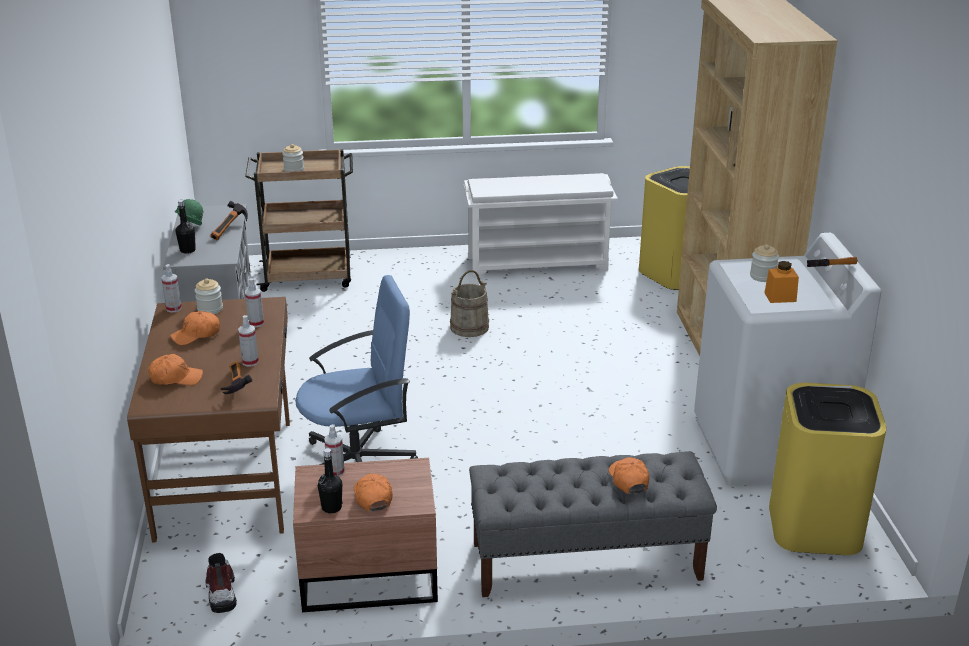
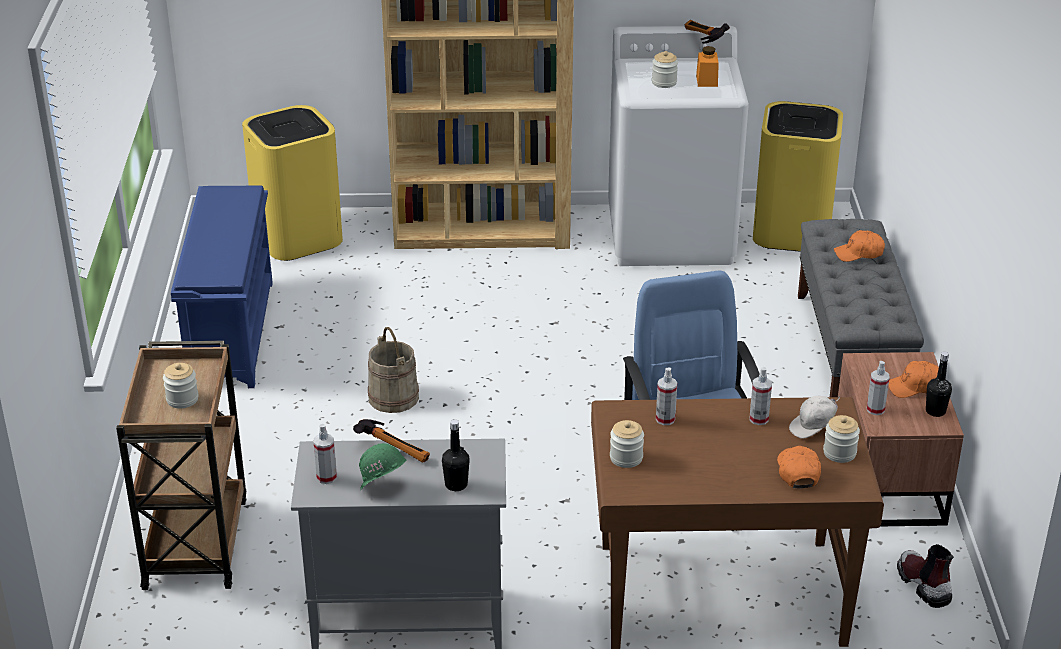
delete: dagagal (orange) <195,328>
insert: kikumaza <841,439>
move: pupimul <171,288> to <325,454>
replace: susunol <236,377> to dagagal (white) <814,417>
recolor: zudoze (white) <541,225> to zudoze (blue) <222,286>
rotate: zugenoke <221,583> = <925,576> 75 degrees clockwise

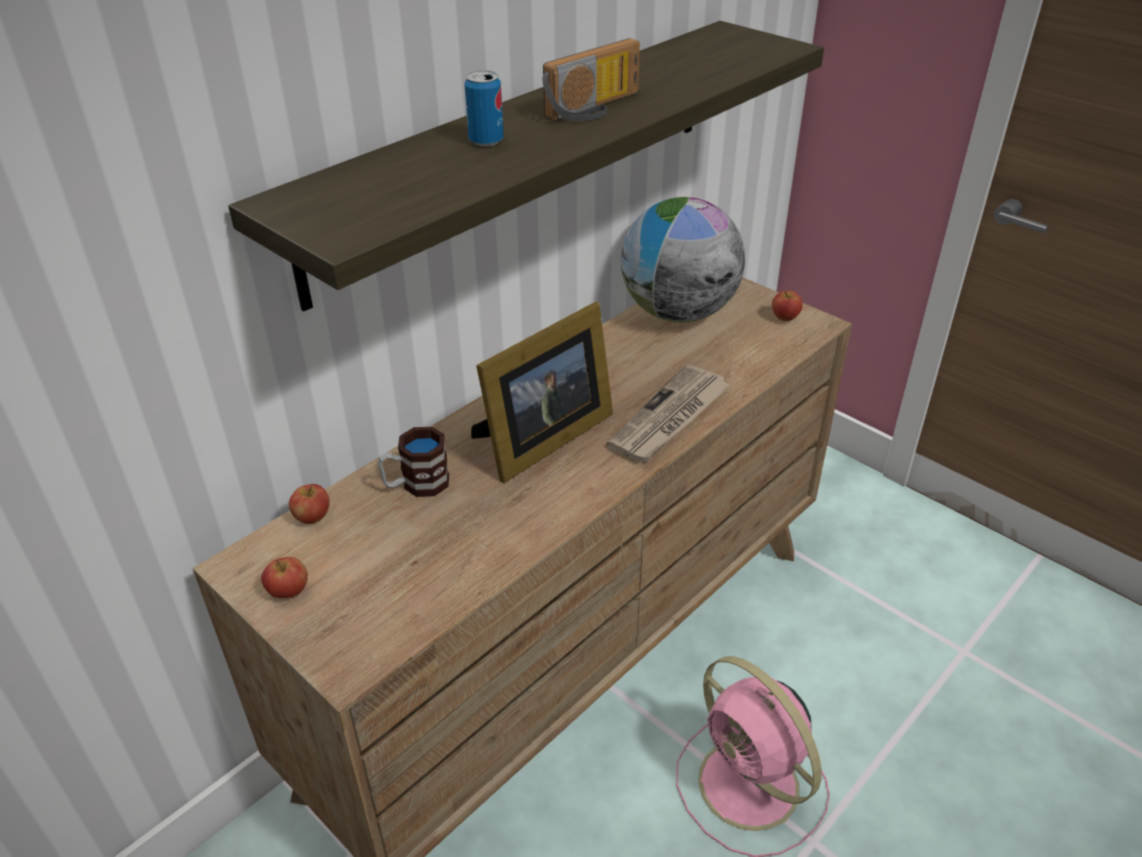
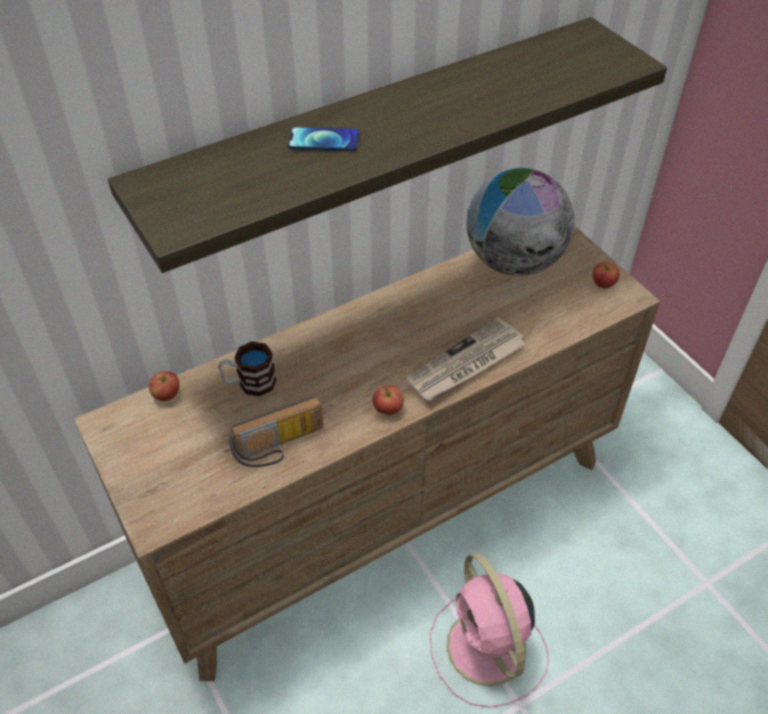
delete: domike <542,392>
move: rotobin <284,577> to <388,400>; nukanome <591,79> to <276,432>
replace: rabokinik <484,108> to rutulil <323,139>

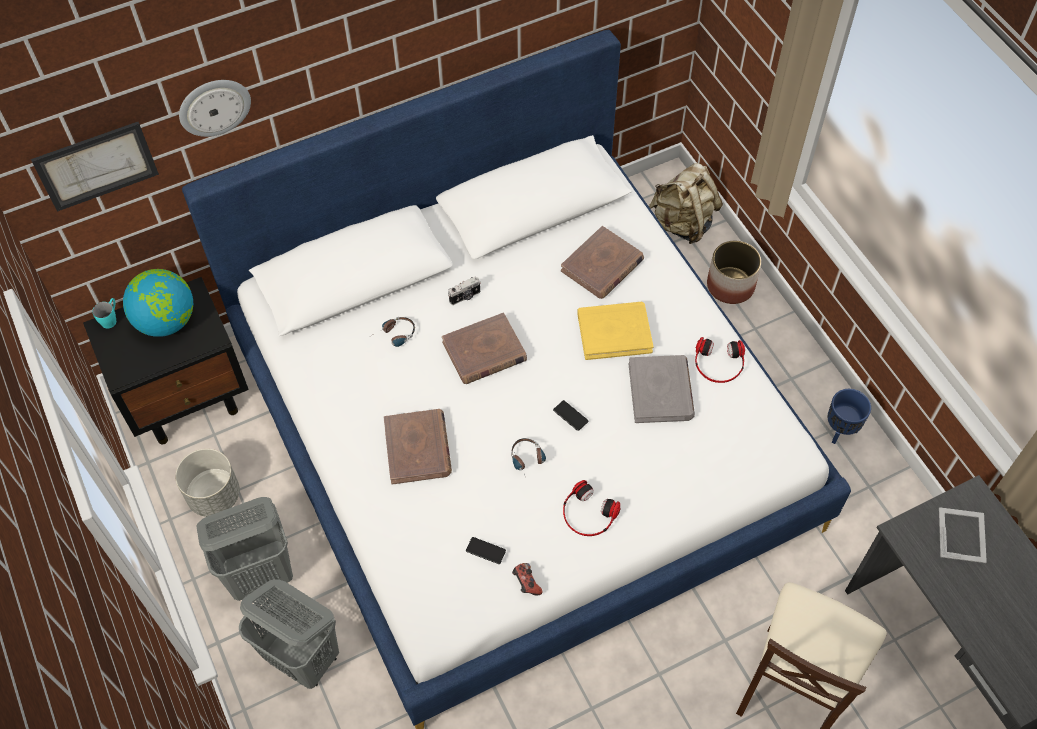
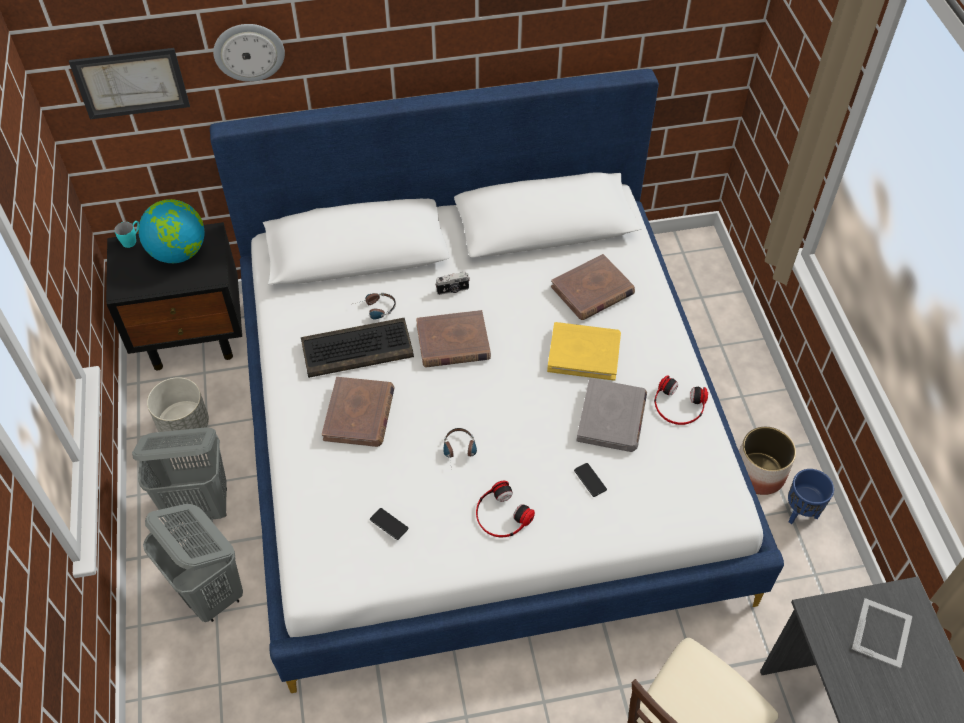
delete: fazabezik <527,579>; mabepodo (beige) <686,203>
insert: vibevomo <357,348>
move: rutulil <570,415> to <590,480>; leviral <734,272> to <767,460>

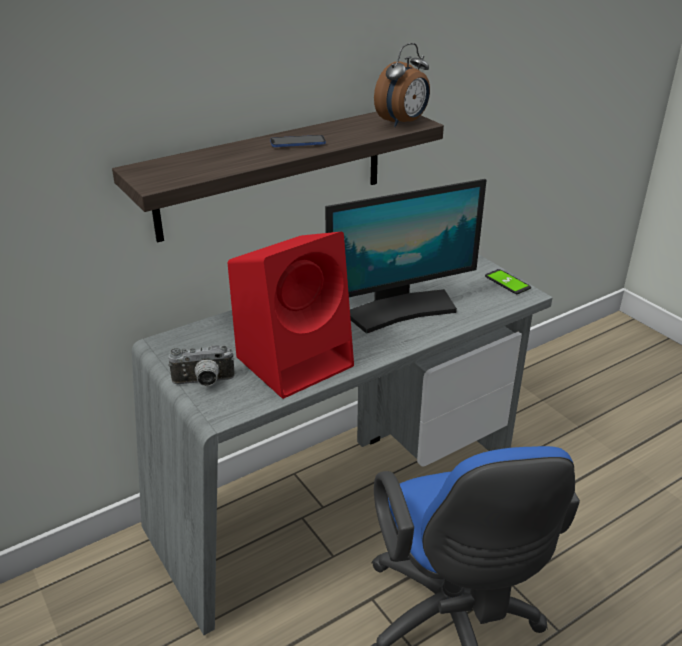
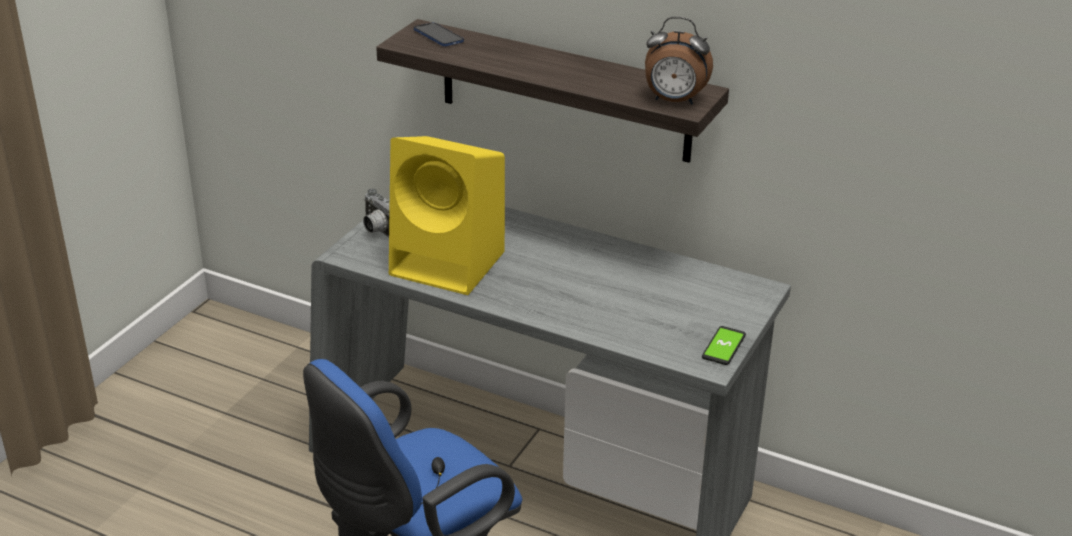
delete: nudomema <406,256>
move: rutulil <298,141> to <439,34>
recolor: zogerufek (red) <291,315> to zogerufek (yellow) <447,215>

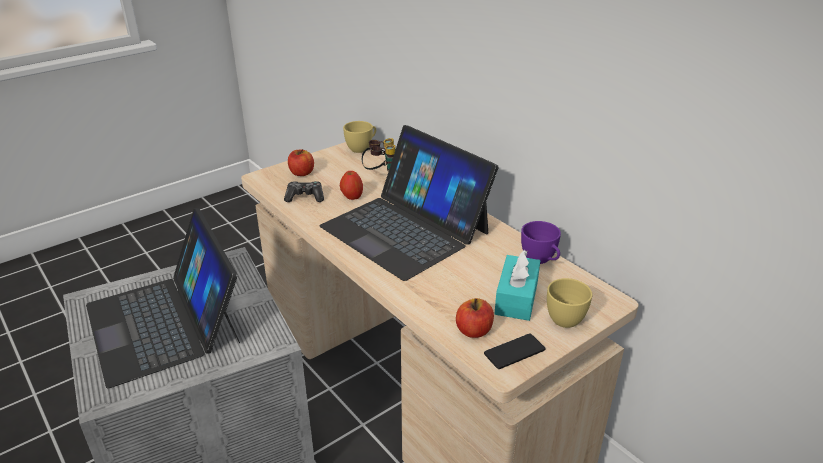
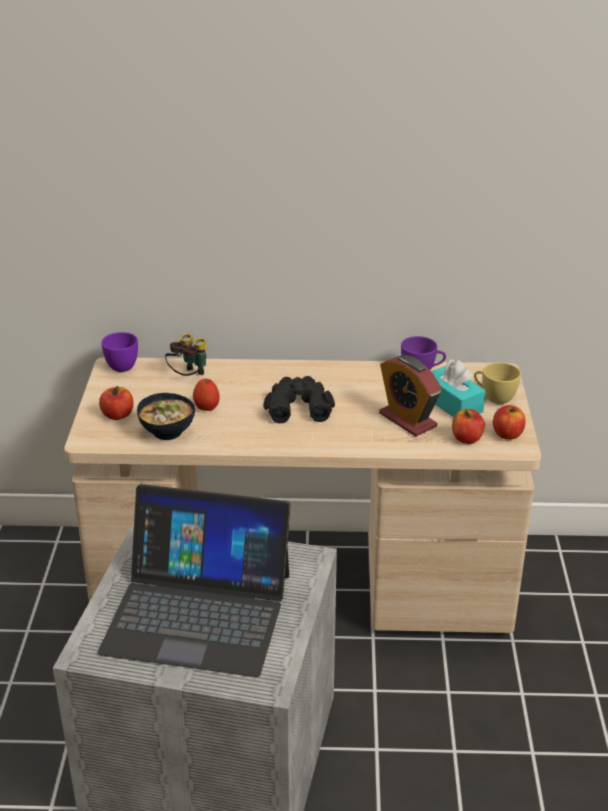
insert: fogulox <410,396>
replace: fazabezik <304,191> to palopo <166,416>; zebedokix <408,203> to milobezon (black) <299,399>; rutulil <514,351> to rotobin <509,422>
recolor: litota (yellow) <359,137> to litota (purple) <119,352>

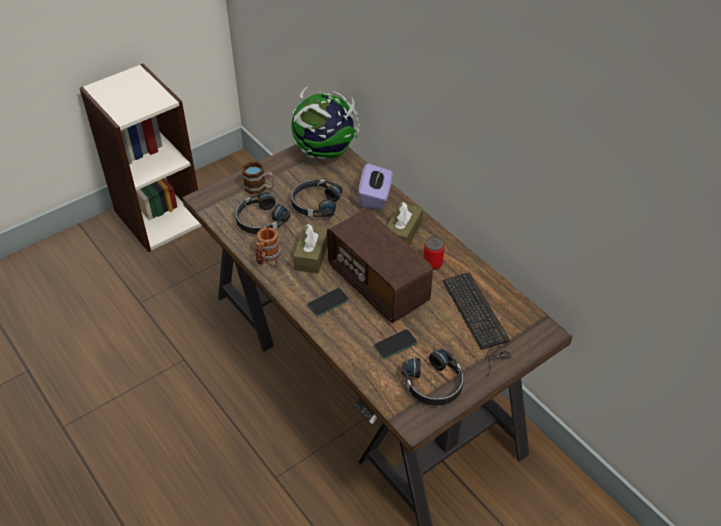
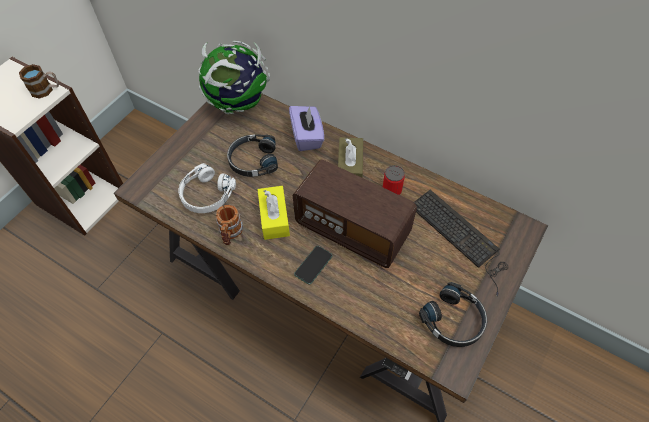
delete: rutulil <395,344>
move: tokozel <258,178> to <39,81>
recolor: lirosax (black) <262,213> to lirosax (white) <207,188>; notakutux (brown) <310,249> to notakutux (yellow) <274,213>

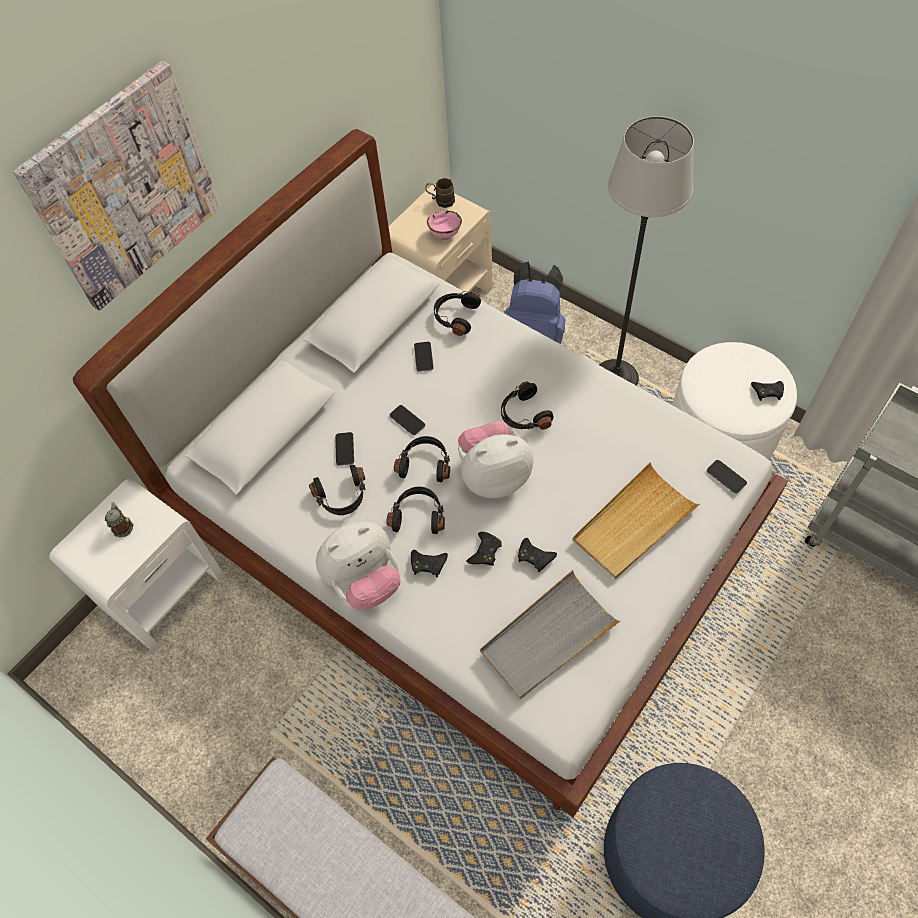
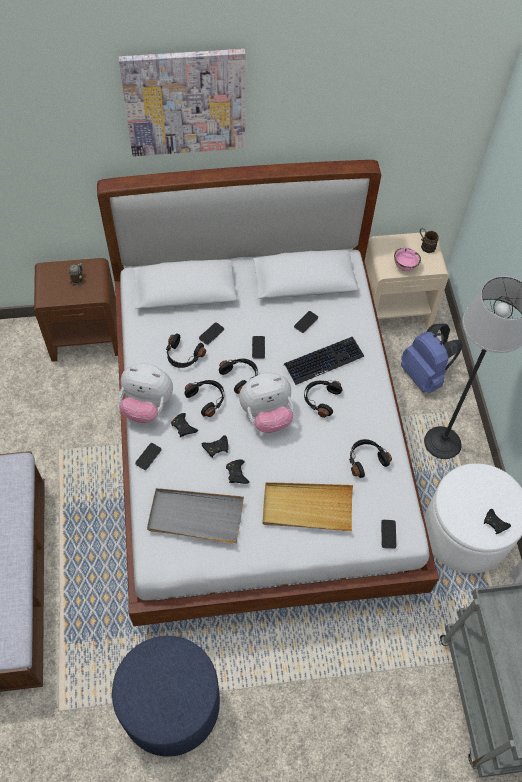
insert: rutulil <148,456>; vibevomo <324,361>
move: lirosax (black) <457,313> to <370,458>
recolor: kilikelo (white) <137,566> to kilikelo (brown) <76,310>
rotate: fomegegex <495,459> = <266,403> 135 degrees clockwise

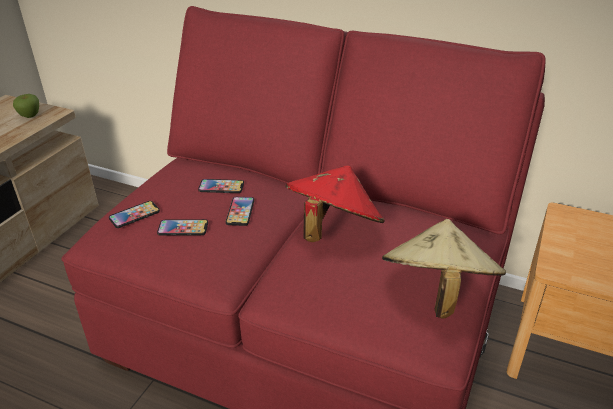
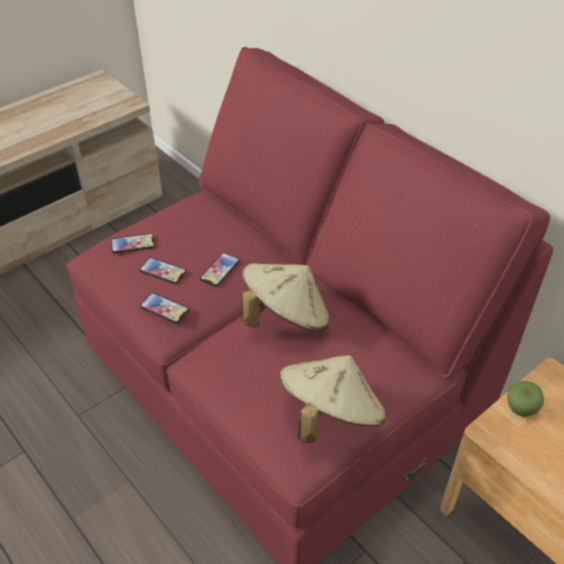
move: rotobin <26,106> to <525,399>; rutulil <221,186> to <164,308>
recolor: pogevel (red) <335,203> to pogevel (beige) <286,297>

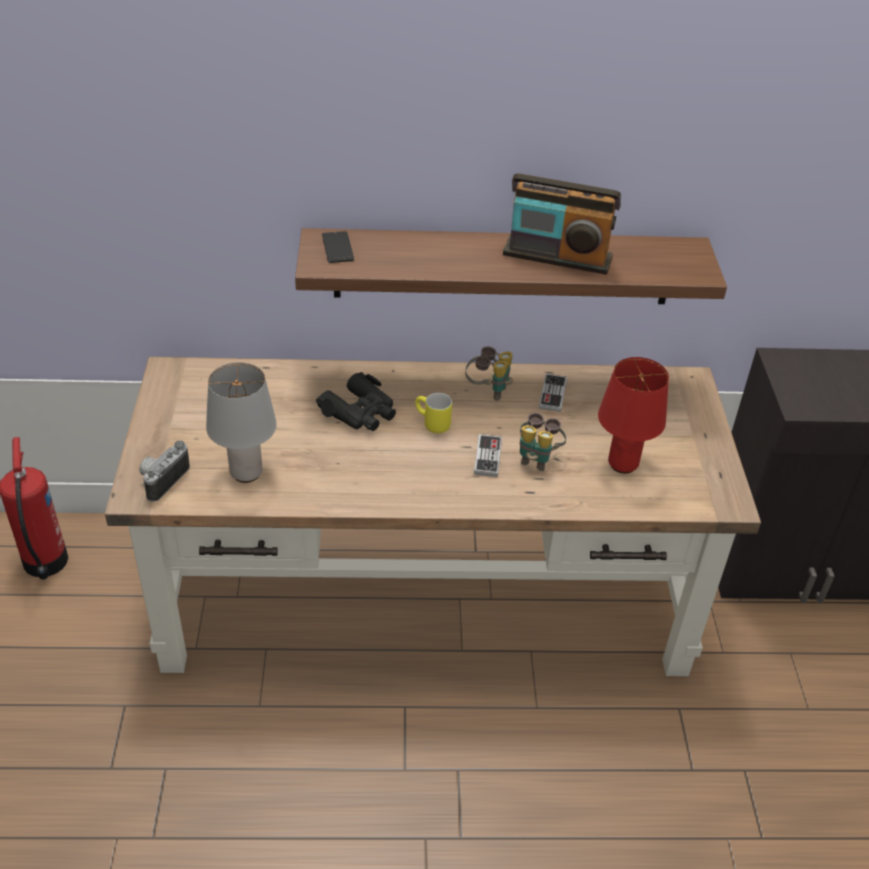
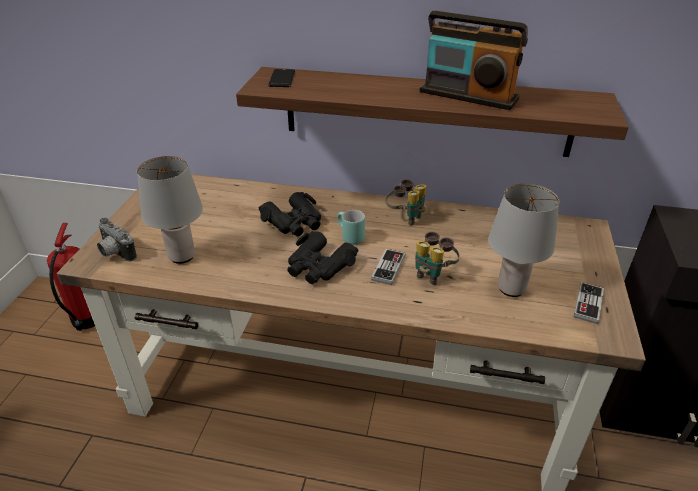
insert: milobezon (black) <322,257>
move: fazabezik <553,393> to <589,303>
recolor: tokozel (yellow) <433,413> to tokozel (turquoise) <351,227>; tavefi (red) <633,415> to tavefi (grey) <523,240>
rotate: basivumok <164,471> = <117,240> 90 degrees counterclockwise

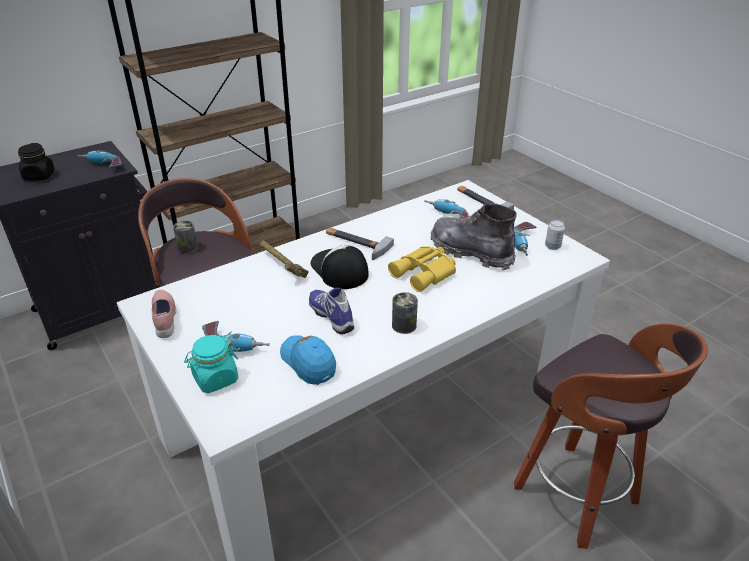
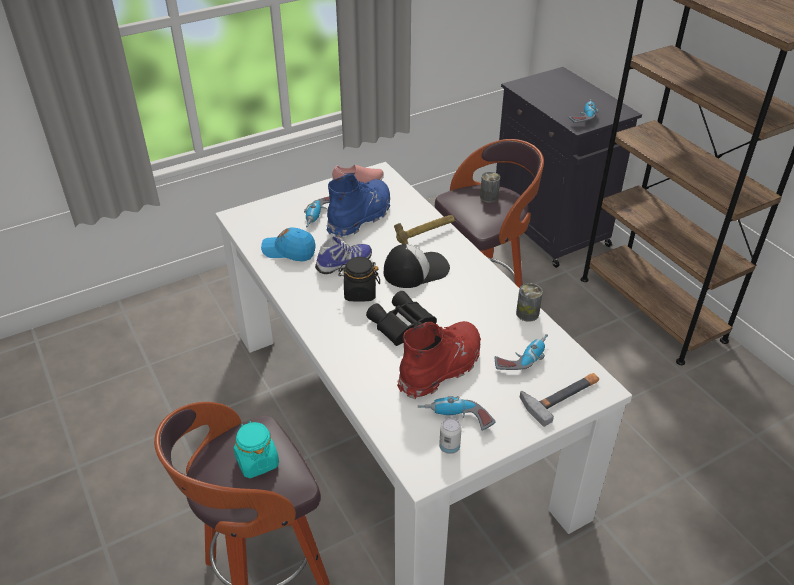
delete: susunol <360,244>
insert: zugenoke (blue) <358,206>
move: kikumaza (black) <36,162> to <359,279>; kikumaza (turquoise) <211,364> to <256,449>; rabokinik <405,313> to <529,302>
recolor: milobezon (yellow) <422,269> to milobezon (black) <401,318>; zugenoke (grey) <474,237> to zugenoke (red) <439,360>
rotate: dagagal (blue) <308,360> = <288,244> 135 degrees counterclockwise

